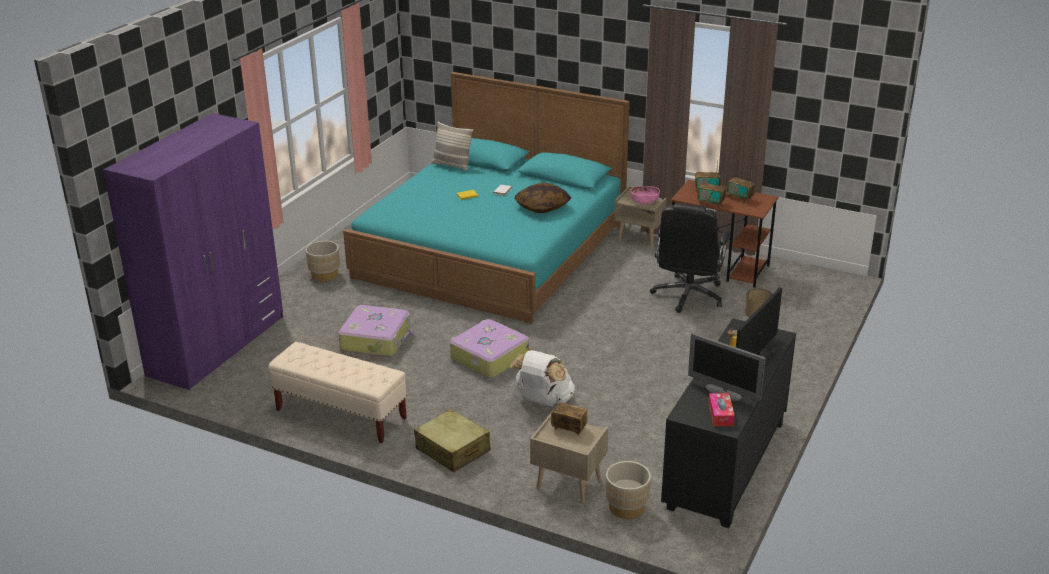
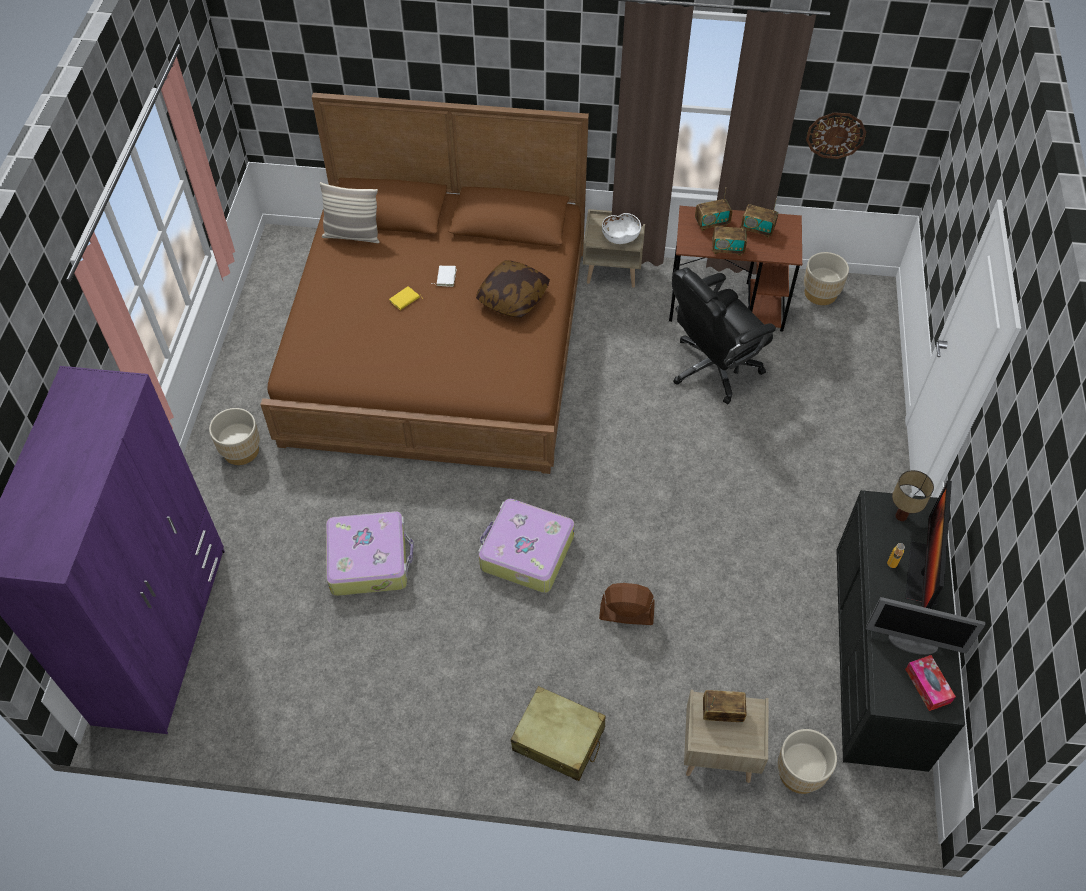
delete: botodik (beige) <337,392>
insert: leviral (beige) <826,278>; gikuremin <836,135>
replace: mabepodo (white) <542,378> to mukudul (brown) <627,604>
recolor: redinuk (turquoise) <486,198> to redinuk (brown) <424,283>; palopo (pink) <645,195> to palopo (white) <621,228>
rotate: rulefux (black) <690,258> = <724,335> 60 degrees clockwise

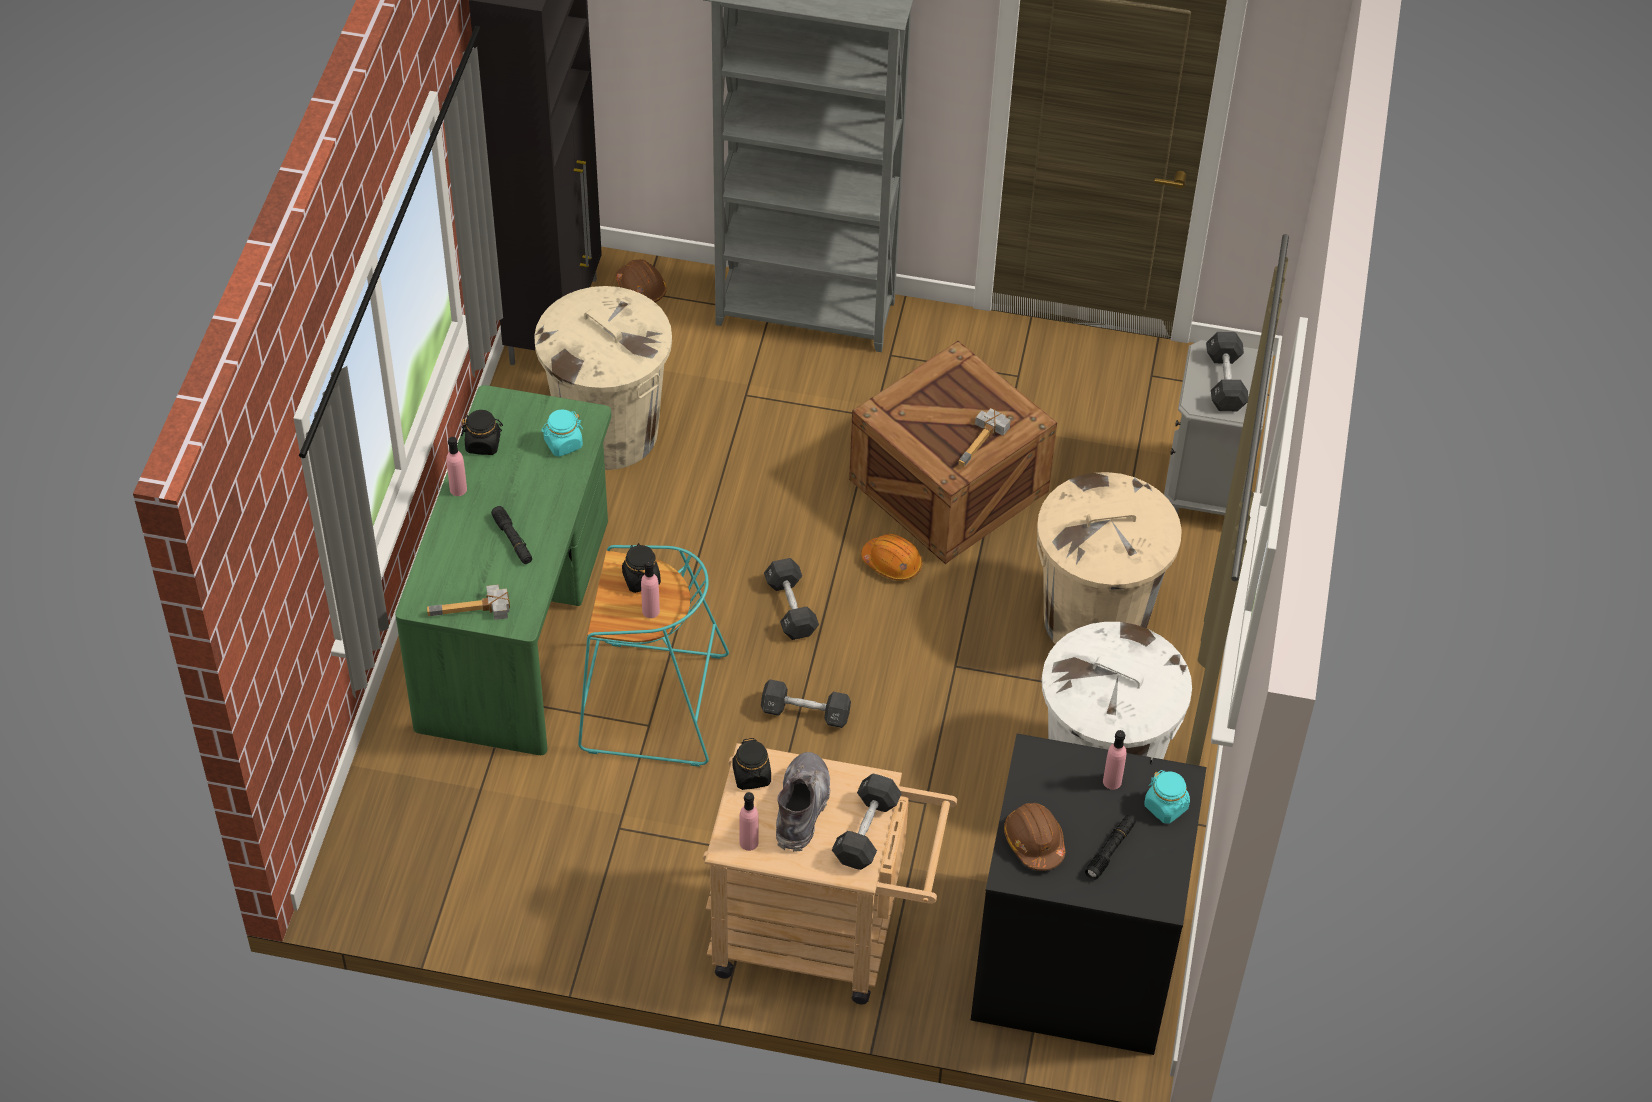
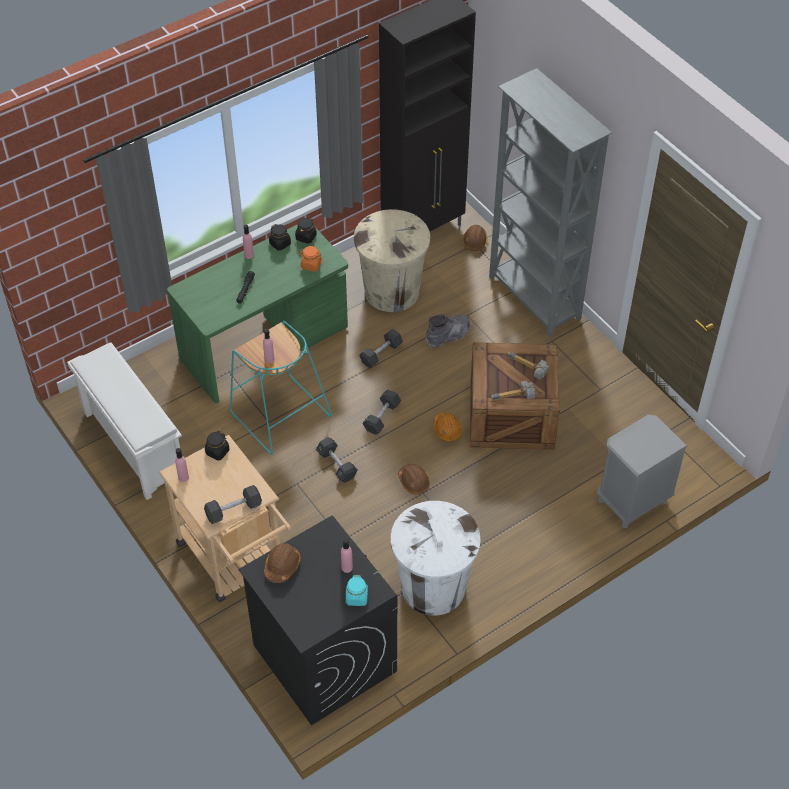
delete: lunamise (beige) <1109,558>; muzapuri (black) <1110,847>
insert: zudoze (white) <124,421>; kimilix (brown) <414,479>
move: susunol <468,602> to <528,365>; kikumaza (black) <641,568> to <306,230>; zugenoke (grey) <803,802> to <448,331>; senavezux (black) <1227,371> to <381,348>
recolor: kikumaza (turquoise) <562,433> to kikumaza (orange) <311,259>

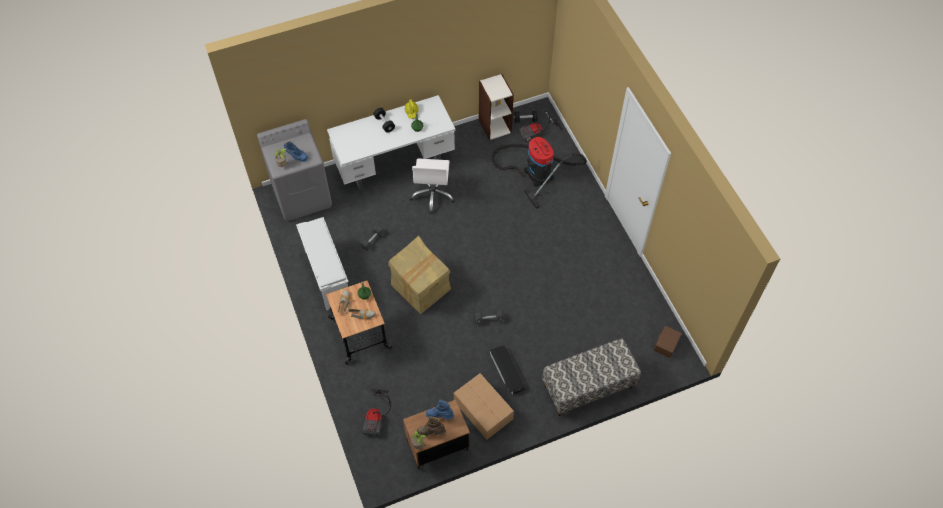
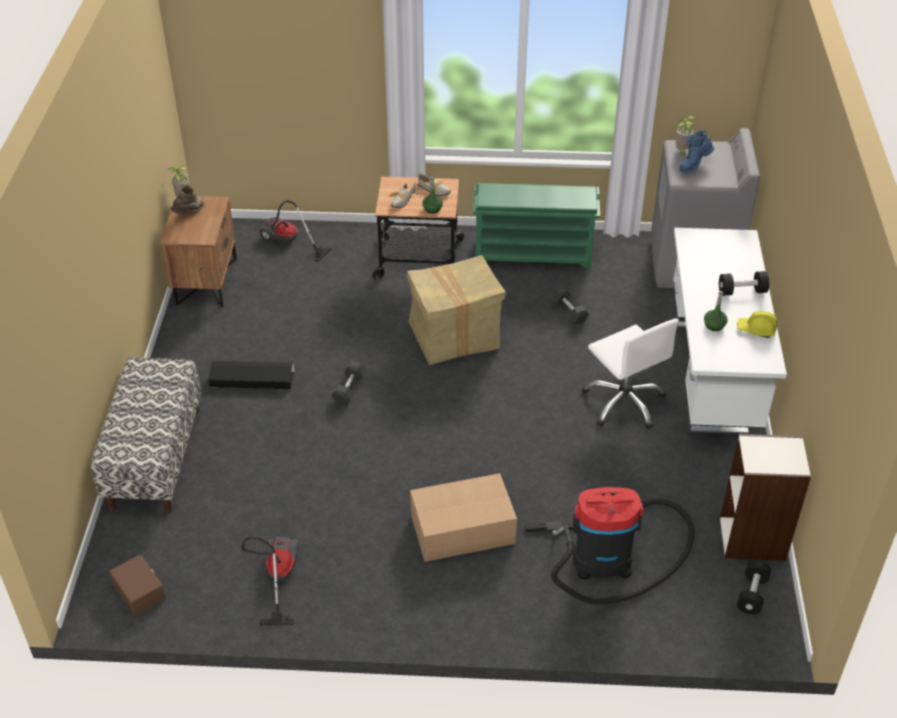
delete: zugenoke (blue) <440,409>
move: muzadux <484,406> to <463,517>; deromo <541,126> to <270,580>
recolor: zudoze (white) <322,263> to zudoze (green) <536,226>
rotate: rulefux (white) <432,186> = <630,373> 150 degrees counterclockwise

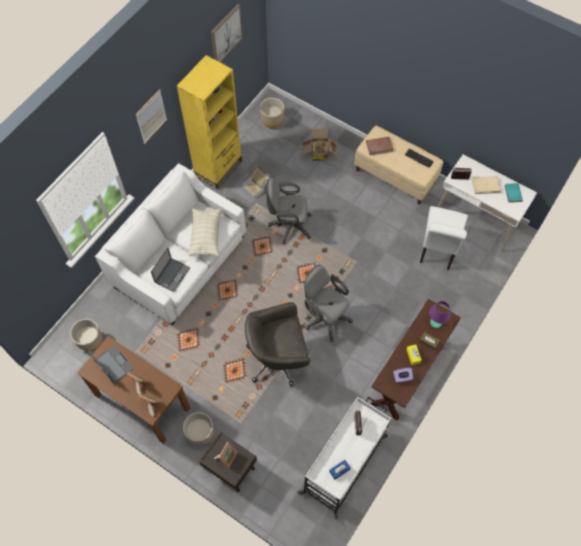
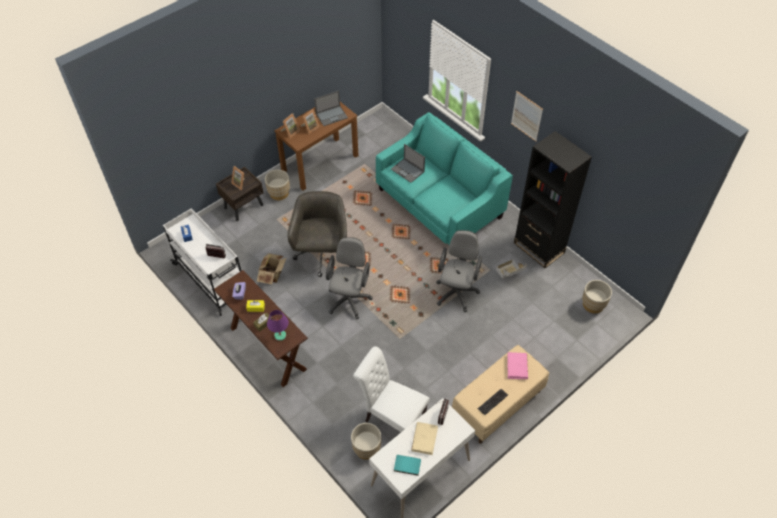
delete: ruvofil <205,232>; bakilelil <227,33>
move: leviral (beige) <86,335> to <366,441>; muzadux <320,145> to <271,268>
recolor: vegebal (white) <171,244> to vegebal (turquoise) <444,178>; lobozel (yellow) <209,122> to lobozel (black) <553,199>; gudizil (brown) <379,146> to gudizil (pink) <517,365>
rotate: rulefux (grey) <328,303> = <349,278> 45 degrees counterclockwise

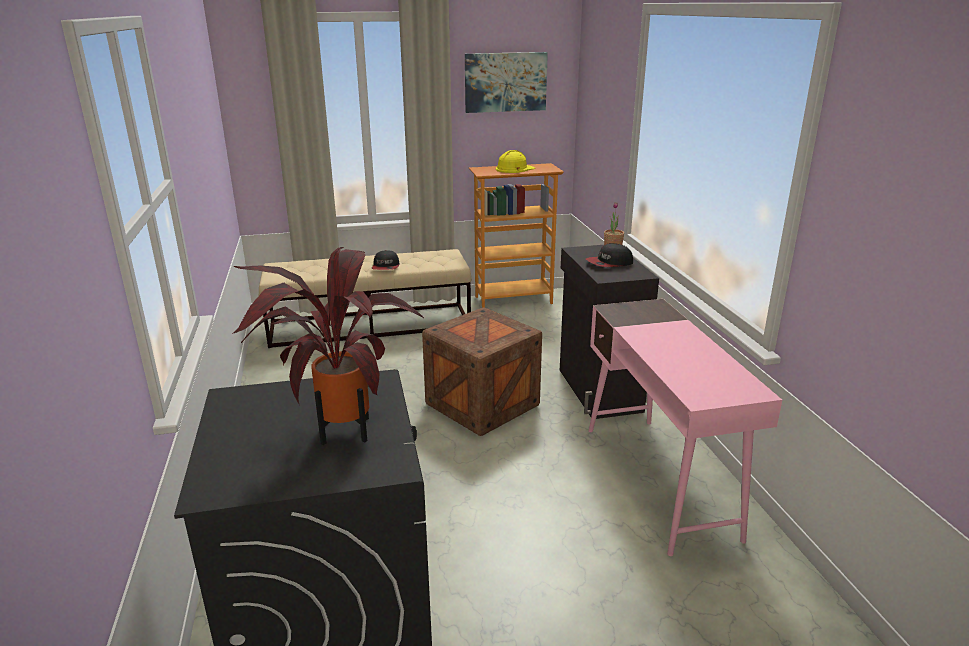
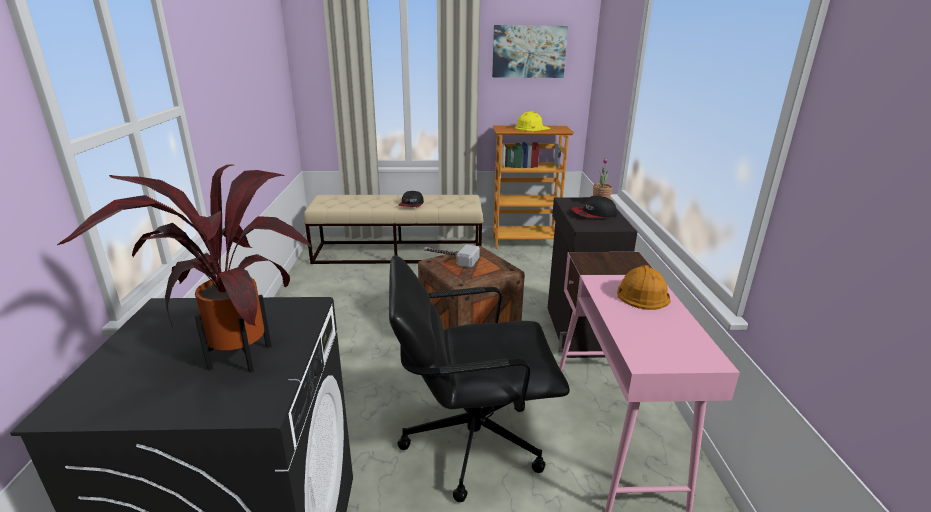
insert: rulefux (black) <479,378>; susunol <452,256>; kimilix (orange) <644,287>

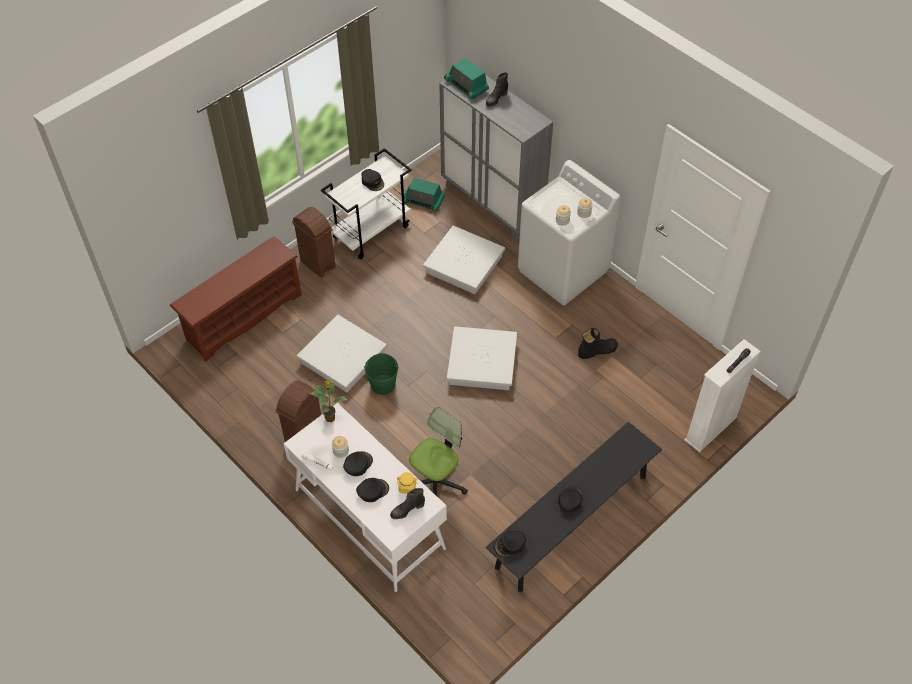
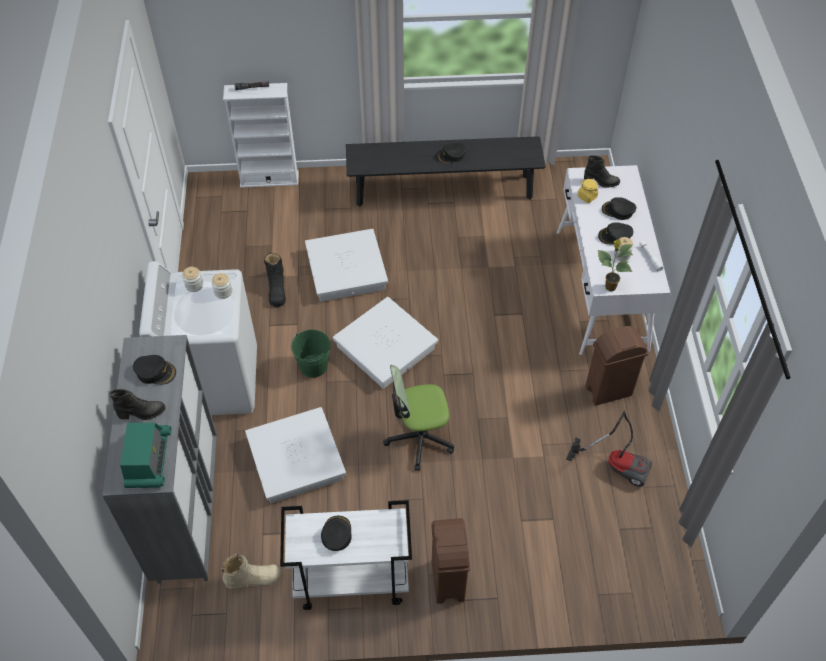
delete: zudoze (brown) <236,299>
insert: deromo <609,449>
move: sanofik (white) <342,353> to <346,265>; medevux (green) <381,374> to <311,354>; rulefux <438,451> to <418,418>; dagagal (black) <510,544> to <154,370>
replace: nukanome <424,195> to zugenoke (beige) <251,572>
rotate: zugenoke (black) <598,343> = <275,279> 120 degrees counterclockwise

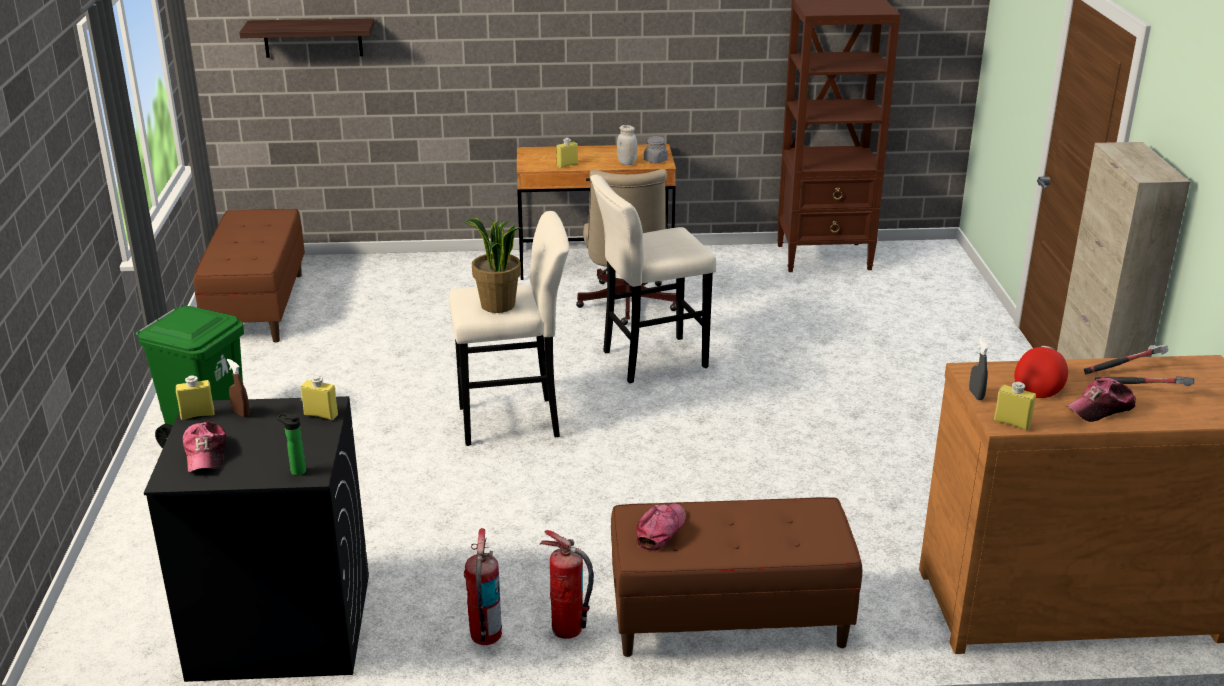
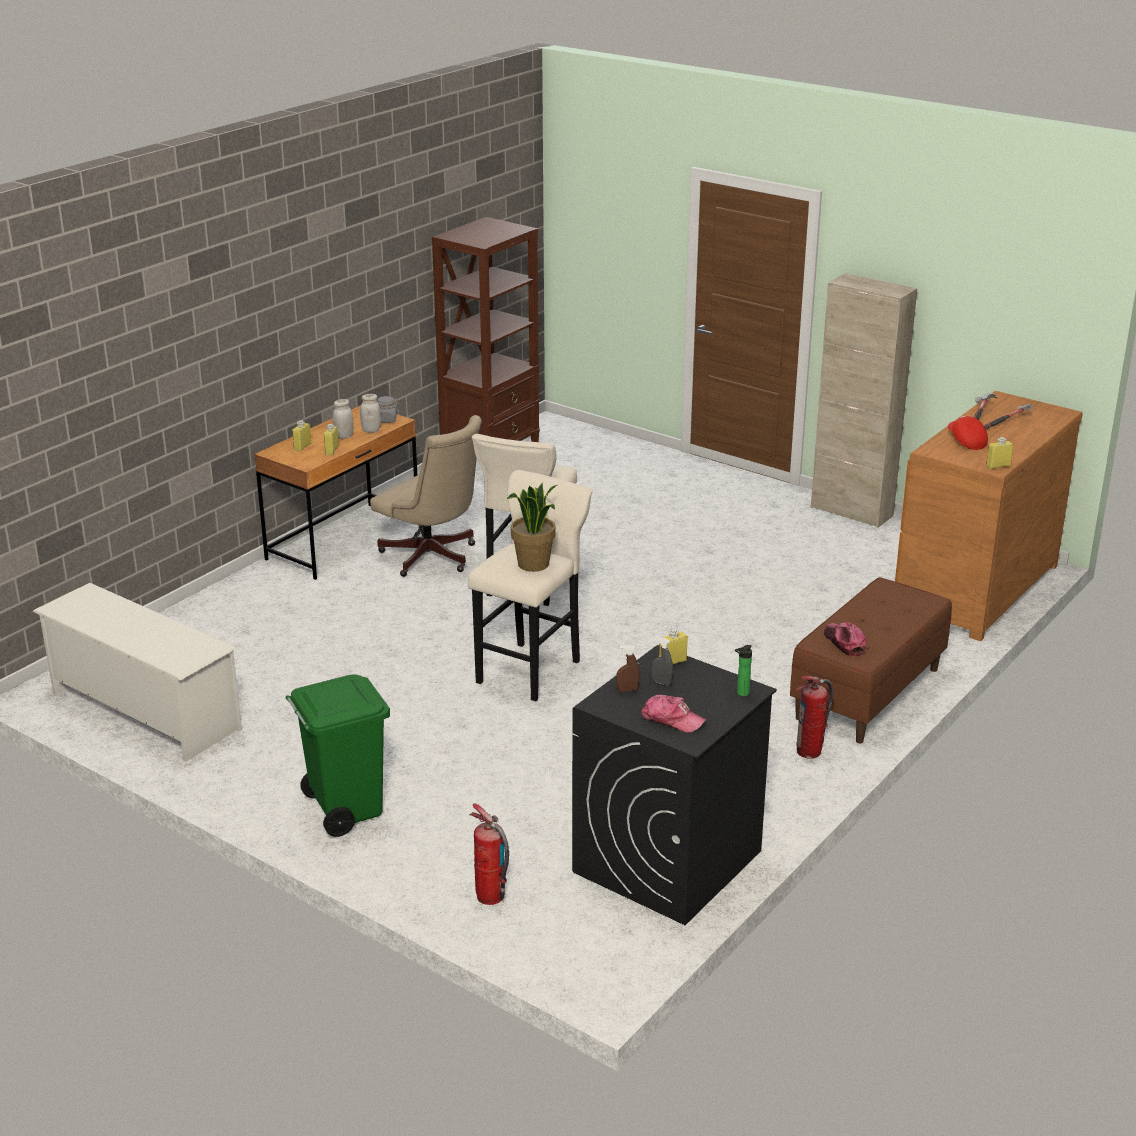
delete: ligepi <307,38>; dagagal <1101,400>
insert: kikumaza (white) <342,419>
move: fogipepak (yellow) <195,397> to <301,435>; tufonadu <483,586> to <489,854>; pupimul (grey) <979,368> to <662,661>
replace: botodik (brown) <249,276> to zudoze (white) <137,672>

